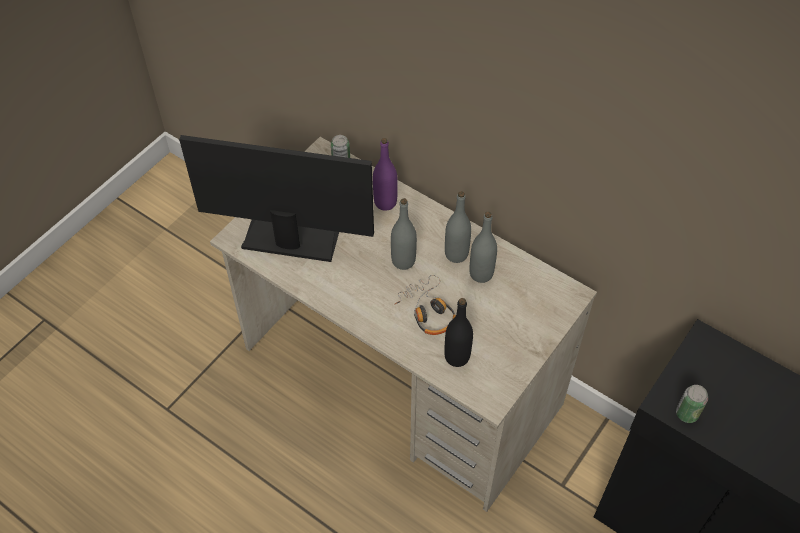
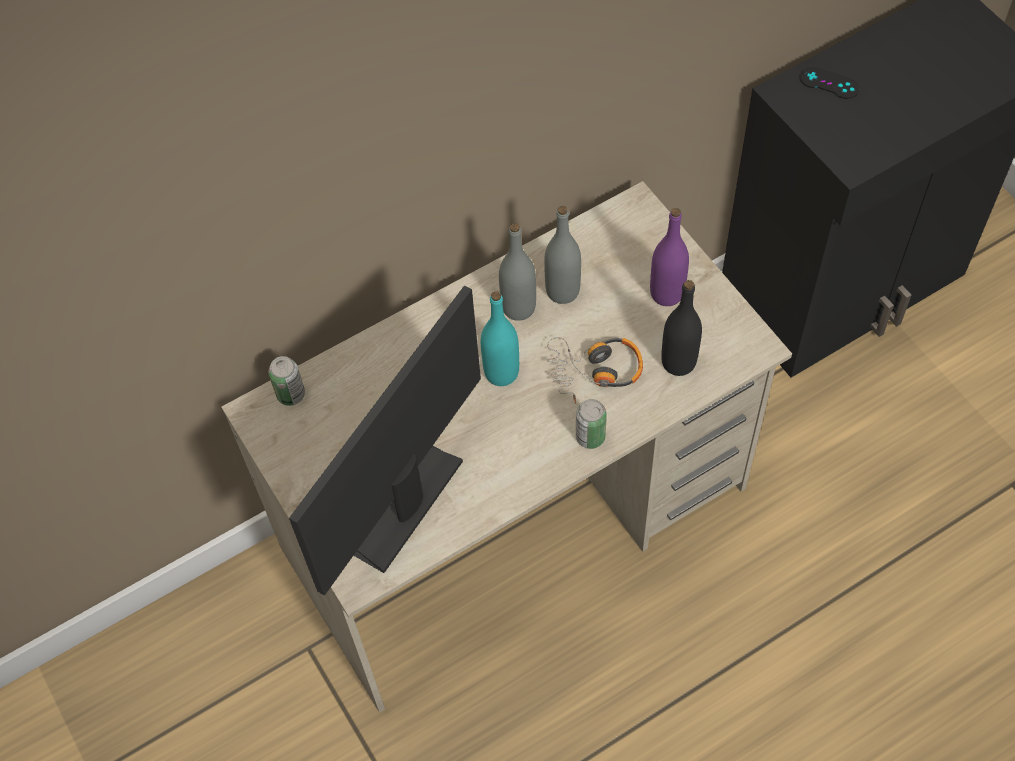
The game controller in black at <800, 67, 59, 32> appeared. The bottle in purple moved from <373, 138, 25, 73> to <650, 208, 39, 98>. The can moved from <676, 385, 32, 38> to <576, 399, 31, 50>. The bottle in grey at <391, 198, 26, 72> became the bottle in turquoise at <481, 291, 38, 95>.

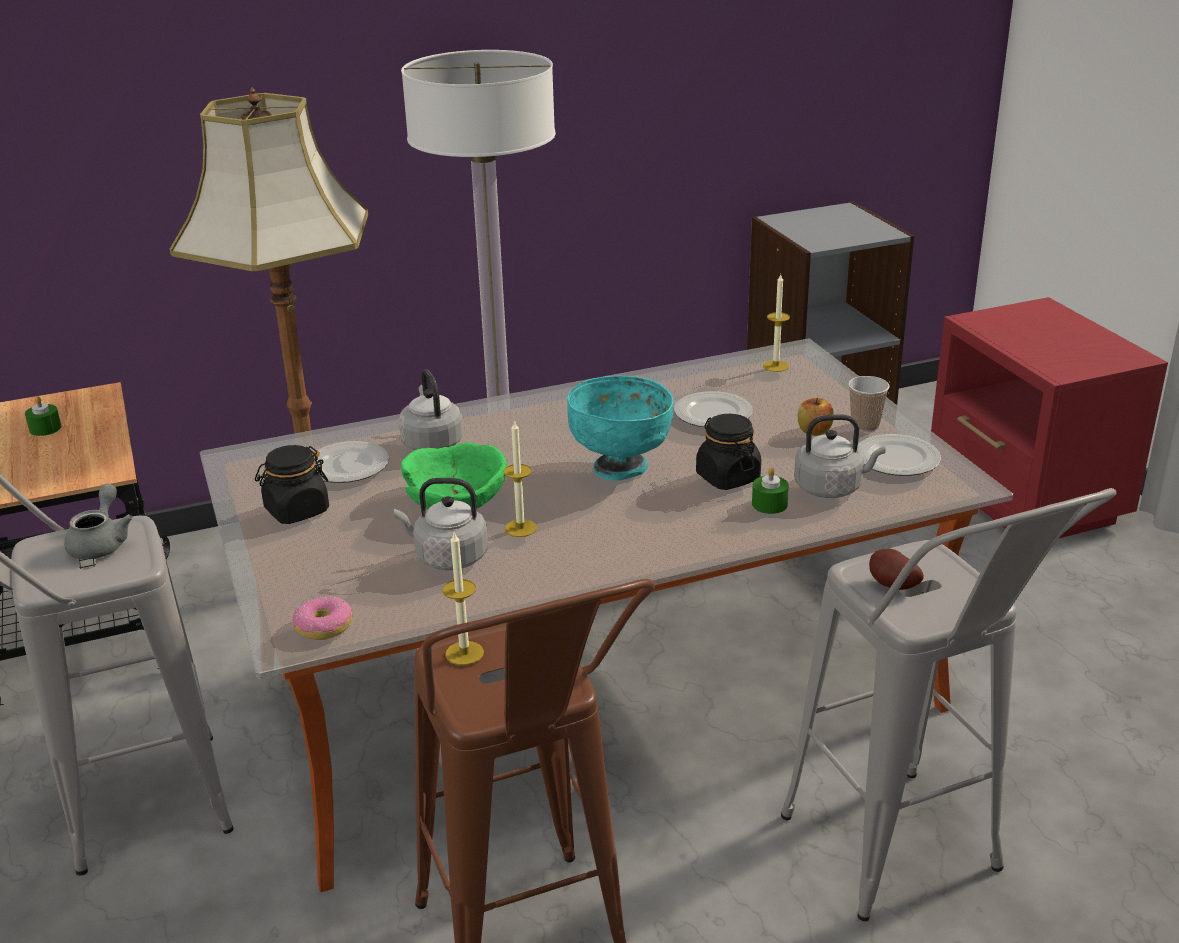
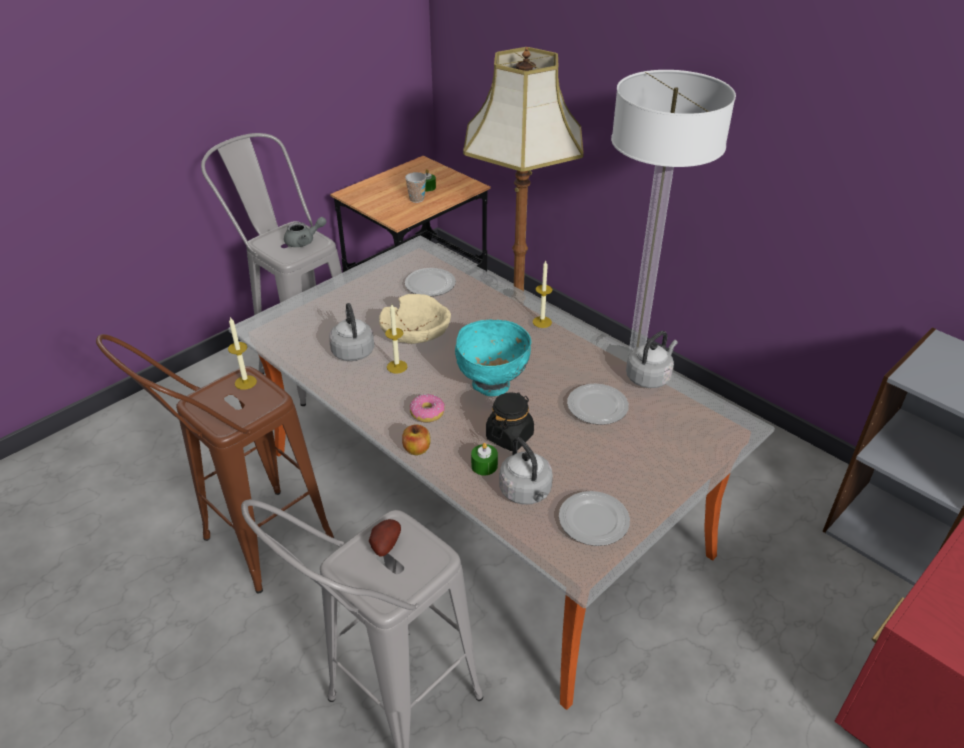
The jar in black at <255, 445, 74, 79> disappeared. The donut moved from <292, 596, 60, 44> to <410, 394, 35, 28>. The kettle in grey moved from <399, 370, 64, 80> to <626, 331, 52, 57>. The candle moved from <763, 274, 27, 98> to <533, 261, 19, 67>. The apple moved from <798, 397, 36, 39> to <402, 424, 29, 31>. The cup moved from <848, 376, 42, 56> to <405, 172, 21, 31>. The bowl in green at <401, 442, 106, 68> became the bowl in beige at <379, 294, 72, 50>.

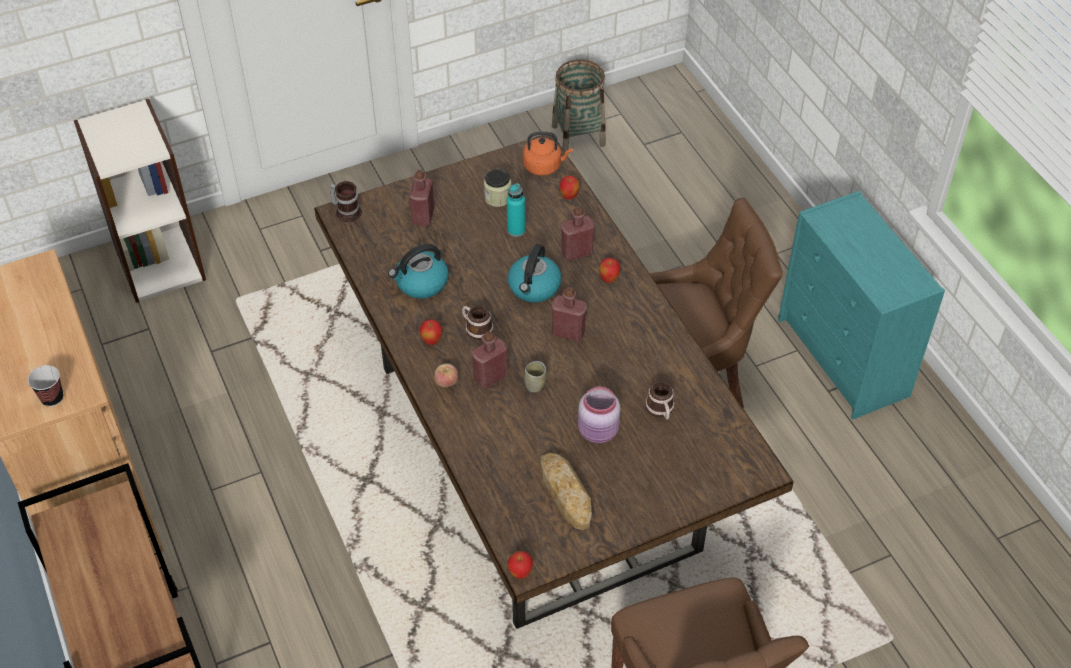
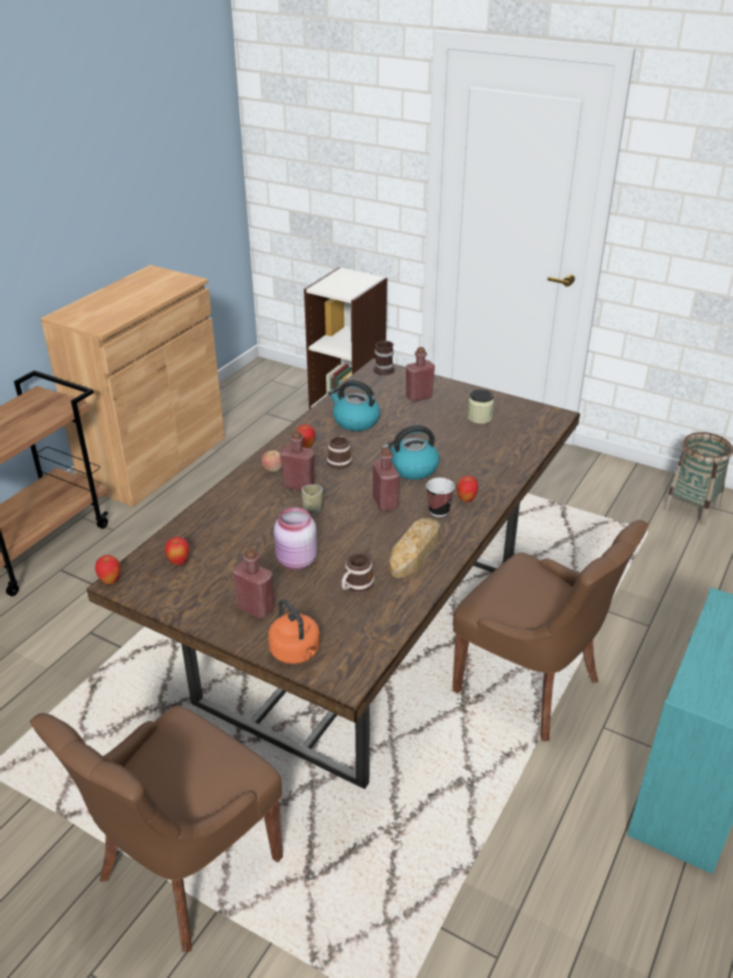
The bottle in turquoise at <507, 183, 19, 54> disappeared. The cup moved from <28, 365, 35, 42> to <426, 478, 29, 39>. The kettle in orange moved from <523, 132, 50, 44> to <268, 599, 52, 65>. The bread moved from <541, 453, 51, 77> to <389, 518, 52, 60>. The apple moved from <559, 176, 21, 23> to <165, 537, 24, 28>. The bottle in red moved from <561, 206, 34, 55> to <233, 548, 41, 71>.

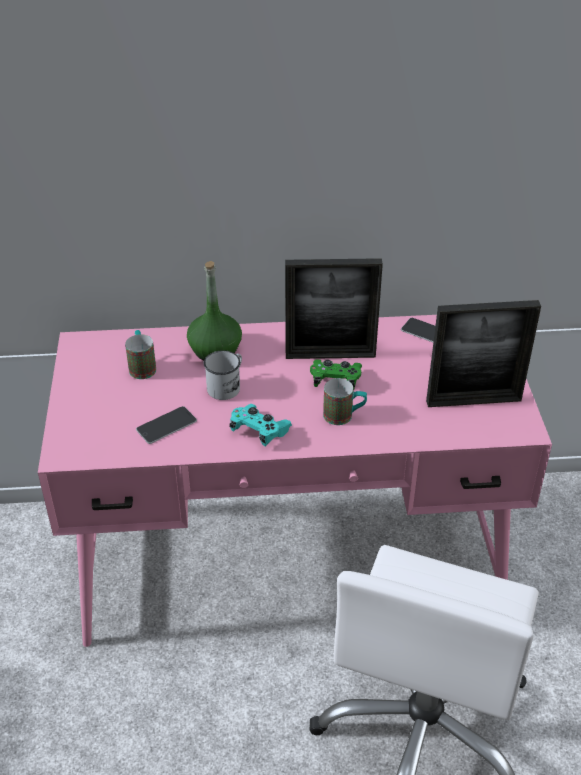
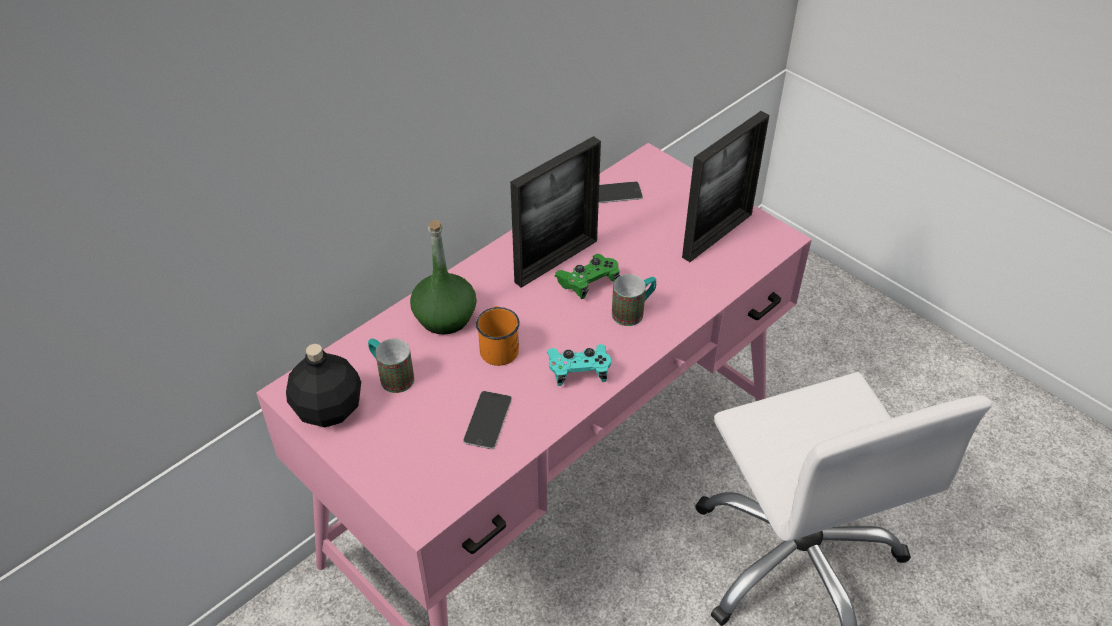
The bottle in black at <286, 344, 75, 83> appeared. The mug in white at <204, 350, 38, 50> became the mug in orange at <476, 306, 44, 60>.

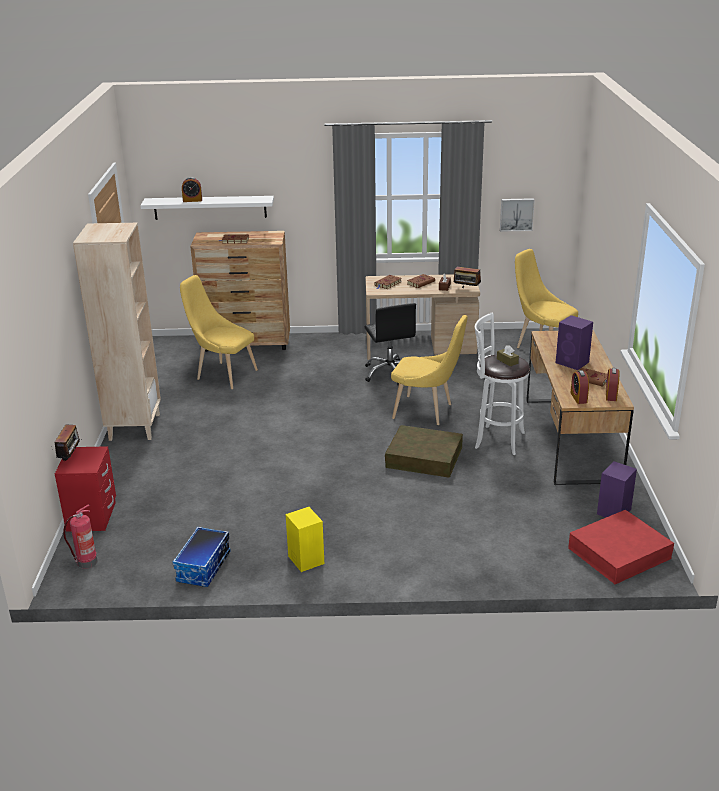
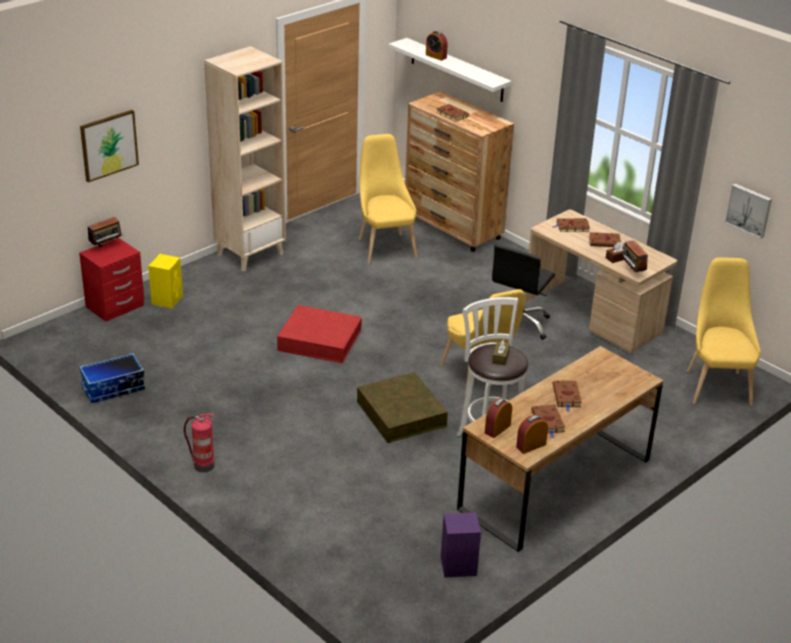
The picture at <80, 110, 59, 73> appeared. The fire extinguisher moved from <63, 505, 34, 64> to <184, 414, 30, 58>. The speaker in yellow moved from <286, 507, 38, 65> to <148, 254, 35, 54>. The storage box in red moved from <568, 510, 106, 74> to <277, 305, 85, 58>. The speaker in purple at <556, 315, 37, 55> was replaced by the book in brown at <553, 380, 29, 32>.

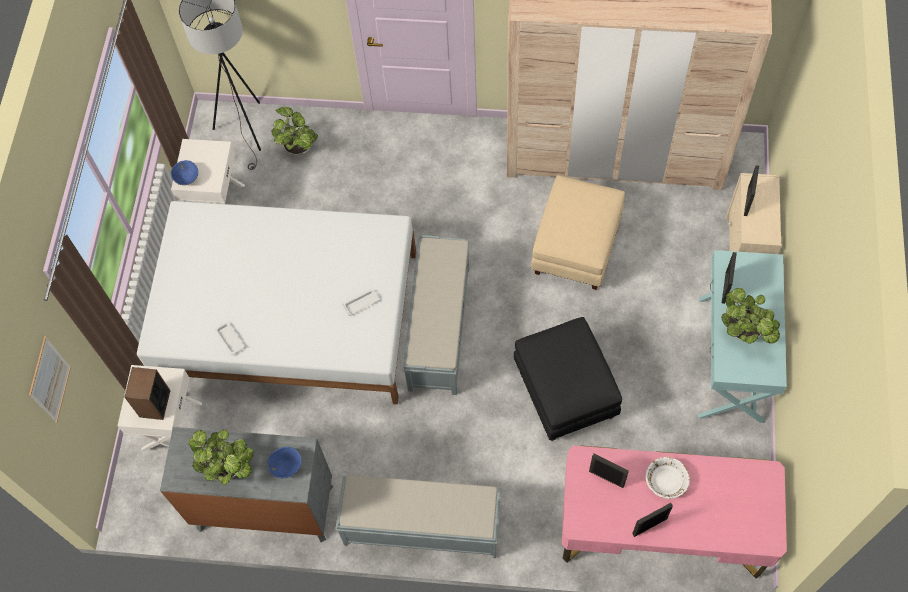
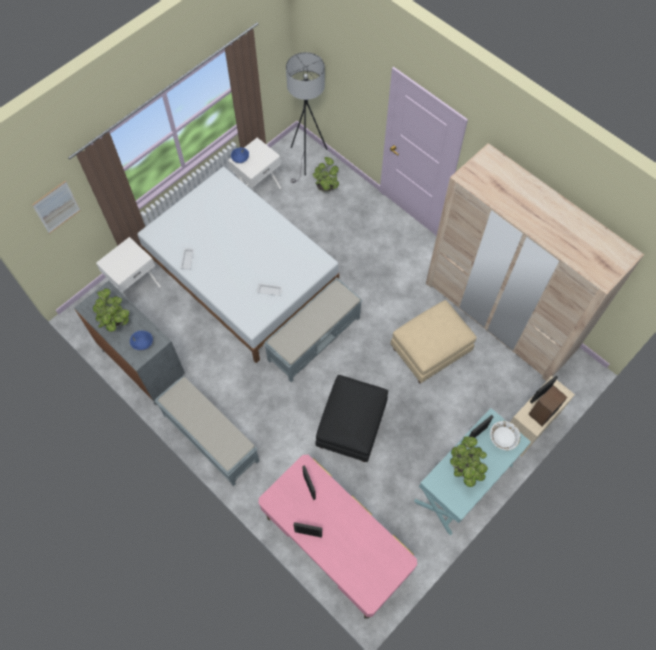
The speaker moved from <124, 367, 46, 53> to <528, 385, 39, 41>. The bowl in white moved from <645, 457, 45, 42> to <490, 421, 30, 30>.

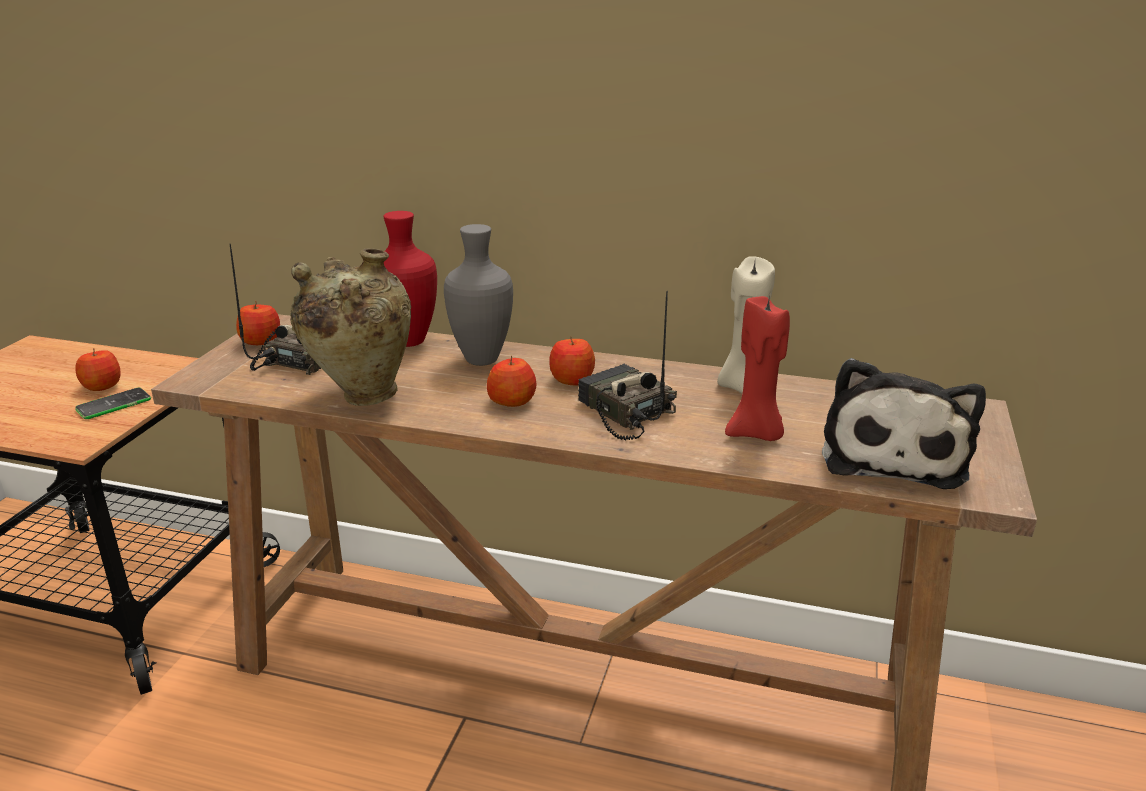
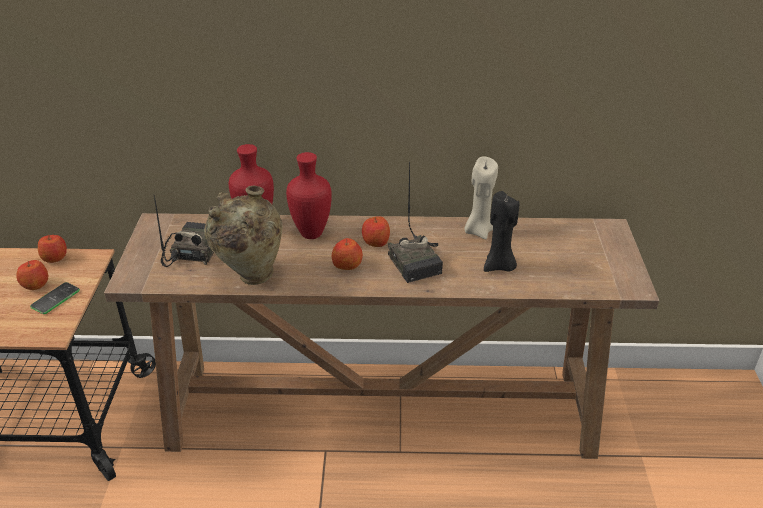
The plush toy at <822, 358, 164, 131> disappeared. The apple moved from <236, 301, 44, 44> to <38, 235, 29, 28>. The vase in grey at <444, 224, 69, 142> became the vase in red at <286, 152, 46, 87>. The candle in red at <725, 294, 65, 147> became the candle in black at <484, 191, 35, 81>. The radio at <578, 291, 99, 149> turned 150 degrees counterclockwise.

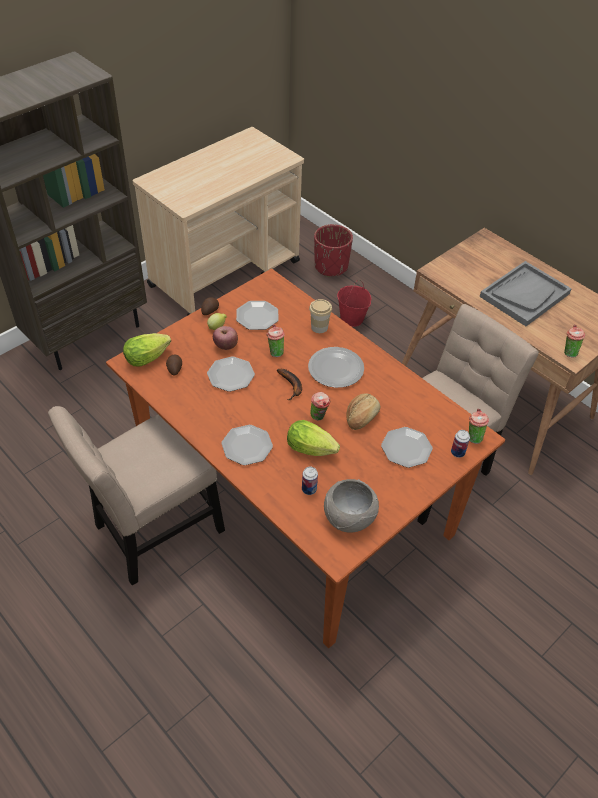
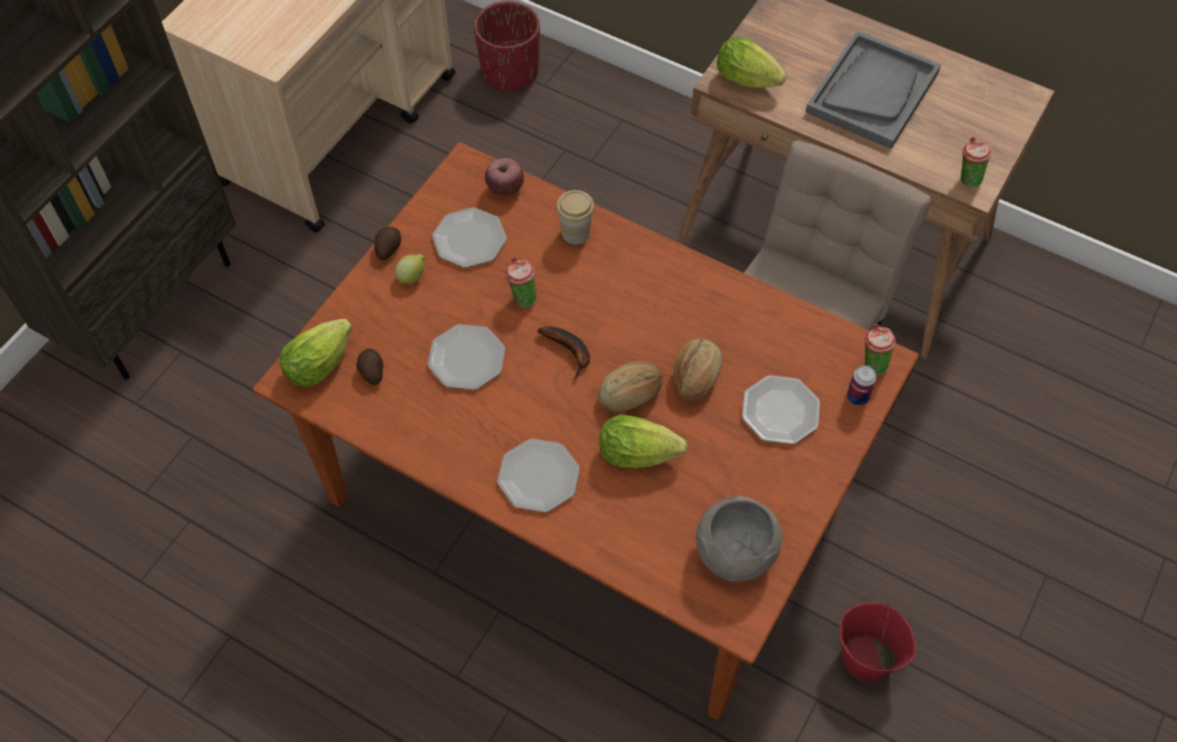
The chair in beige at <48, 406, 177, 179> disappeared. The can at <302, 466, 16, 29> disappeared. The plate at <308, 347, 56, 41> disappeared. The lettuce at <717, 37, 70, 51> appeared. The apple moved from <213, 326, 25, 24> to <485, 158, 39, 38>. The bucket in red moved from <337, 280, 34, 47> to <840, 602, 76, 80>. The cup at <310, 392, 20, 28> was replaced by the bread at <598, 361, 65, 52>.

